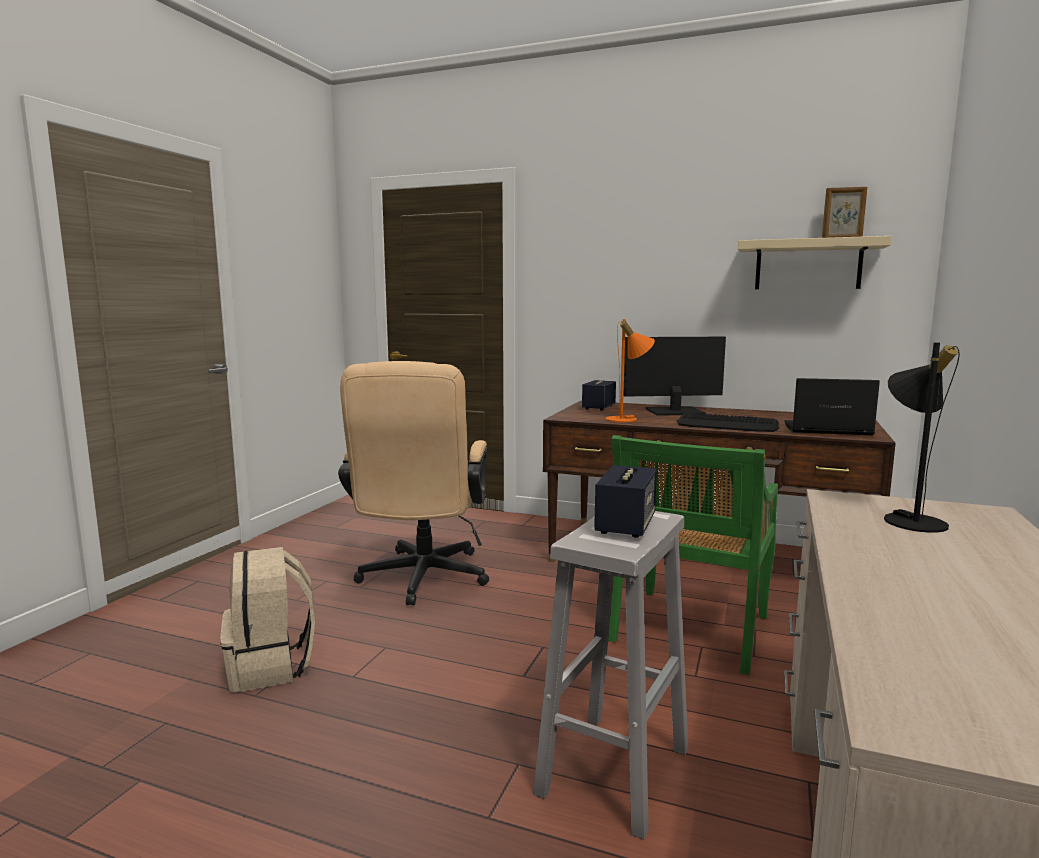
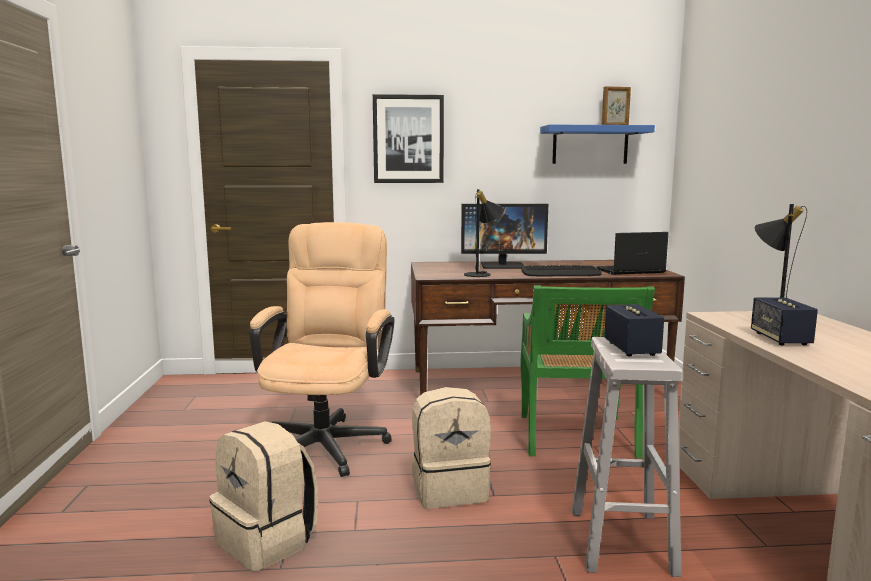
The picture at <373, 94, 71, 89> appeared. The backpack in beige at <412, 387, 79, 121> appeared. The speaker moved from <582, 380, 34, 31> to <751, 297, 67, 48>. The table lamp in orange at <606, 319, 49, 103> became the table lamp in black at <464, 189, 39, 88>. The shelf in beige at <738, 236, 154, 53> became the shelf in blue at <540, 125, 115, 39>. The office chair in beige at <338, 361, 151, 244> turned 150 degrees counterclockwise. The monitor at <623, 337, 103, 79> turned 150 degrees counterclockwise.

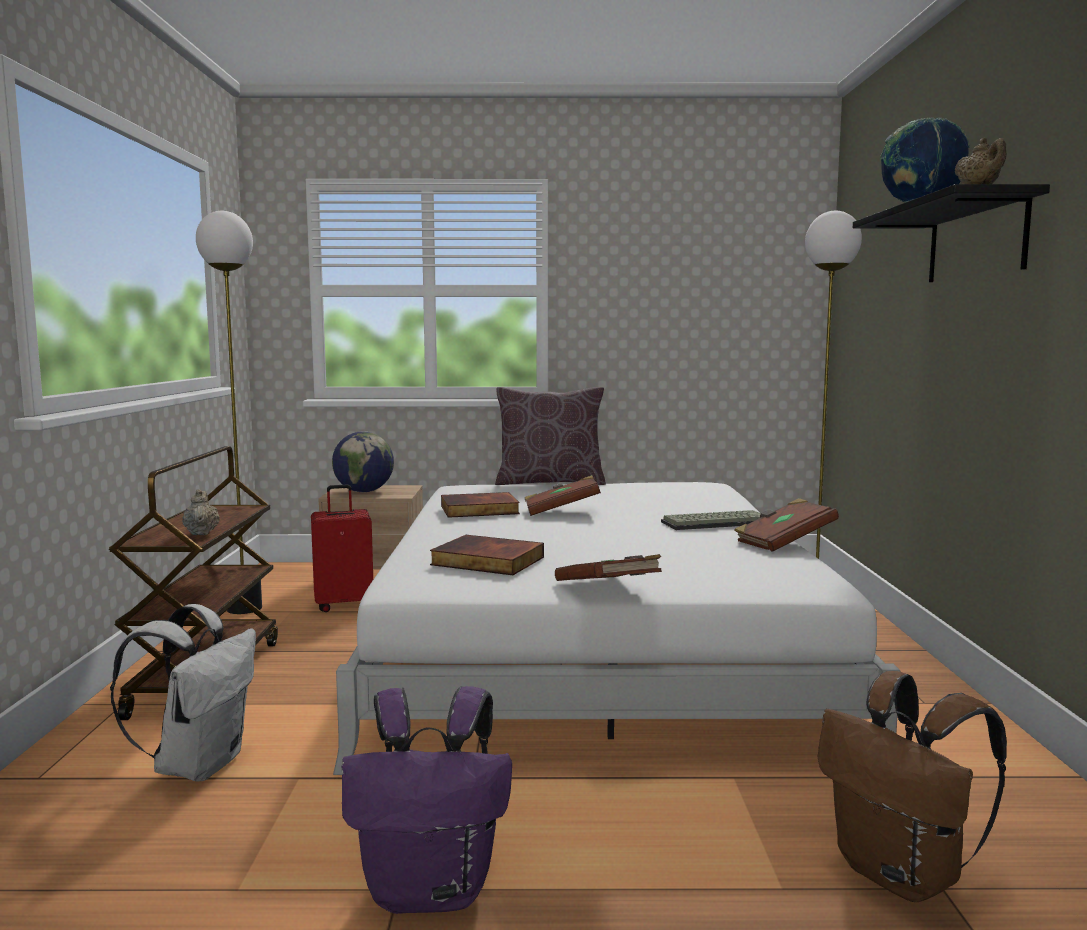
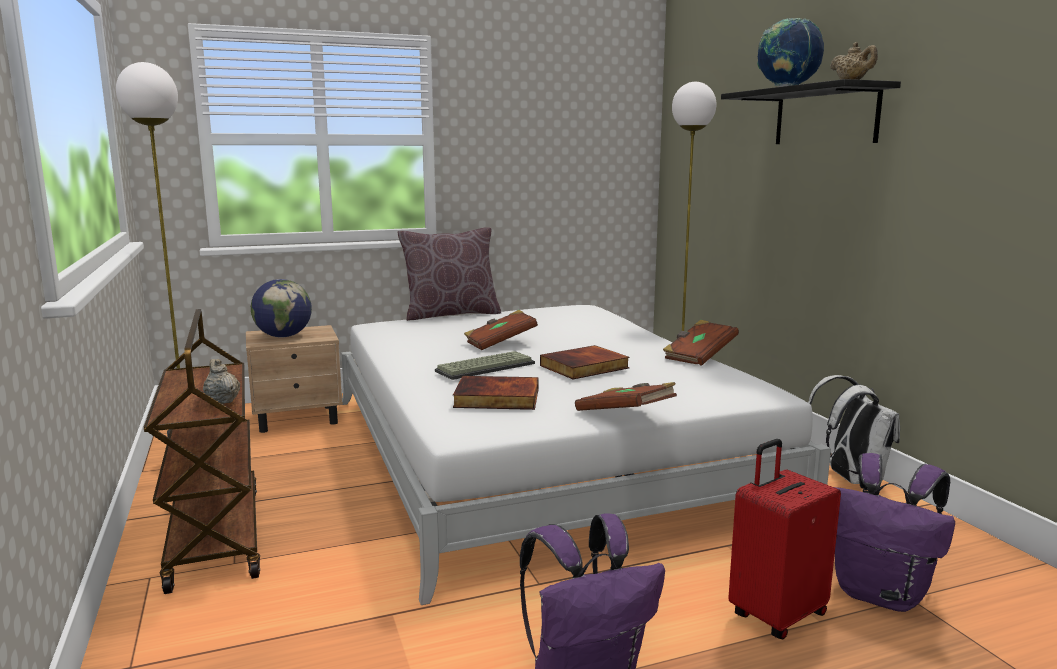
The backpack in white moved from <110, 604, 146, 178> to <808, 375, 92, 109>. The suitcase in red moved from <311, 485, 62, 127> to <728, 439, 113, 200>. The book moved from <441, 492, 79, 26> to <540, 345, 90, 34>. The keyboard moved from <661, 510, 100, 20> to <435, 351, 100, 29>. The backpack in brown at <818, 671, 189, 231> became the backpack in purple at <834, 453, 121, 159>.

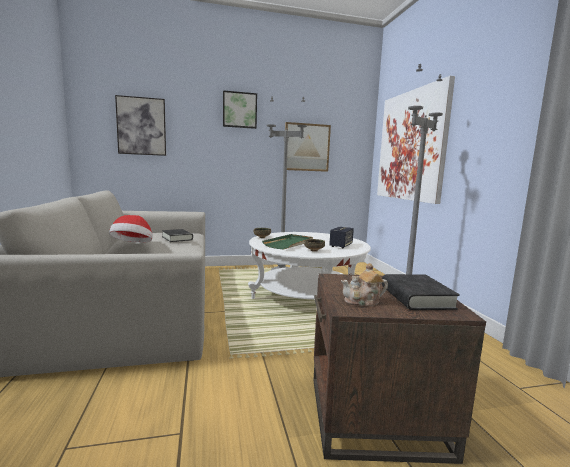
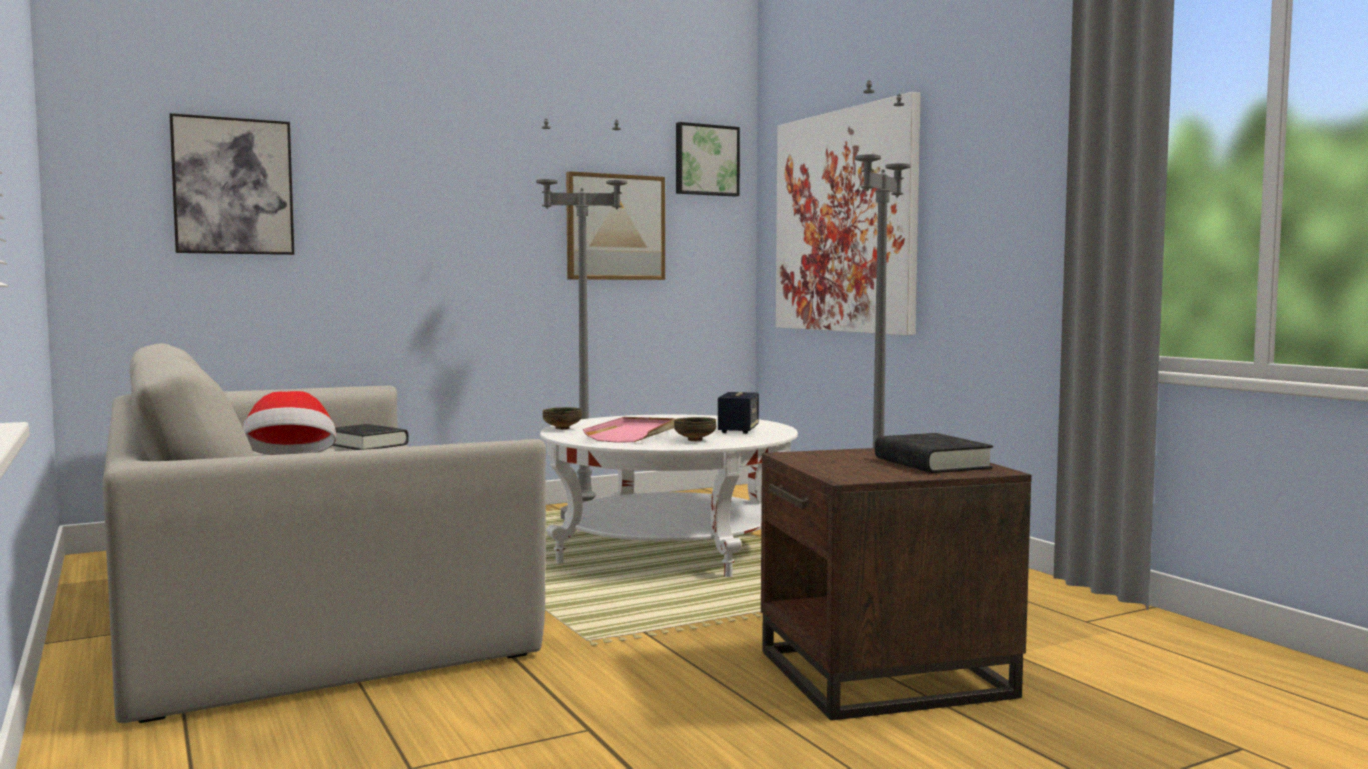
The teapot at <341, 263, 47, 43> disappeared. The picture moved from <223, 90, 34, 39> to <676, 122, 64, 74>. The tray in green at <262, 234, 51, 16> became the tray in pink at <583, 417, 92, 26>.

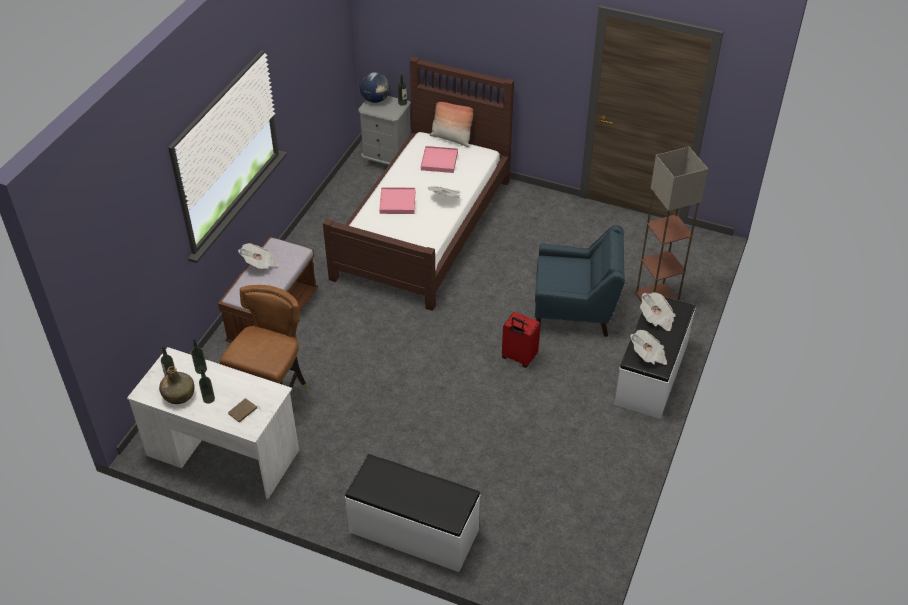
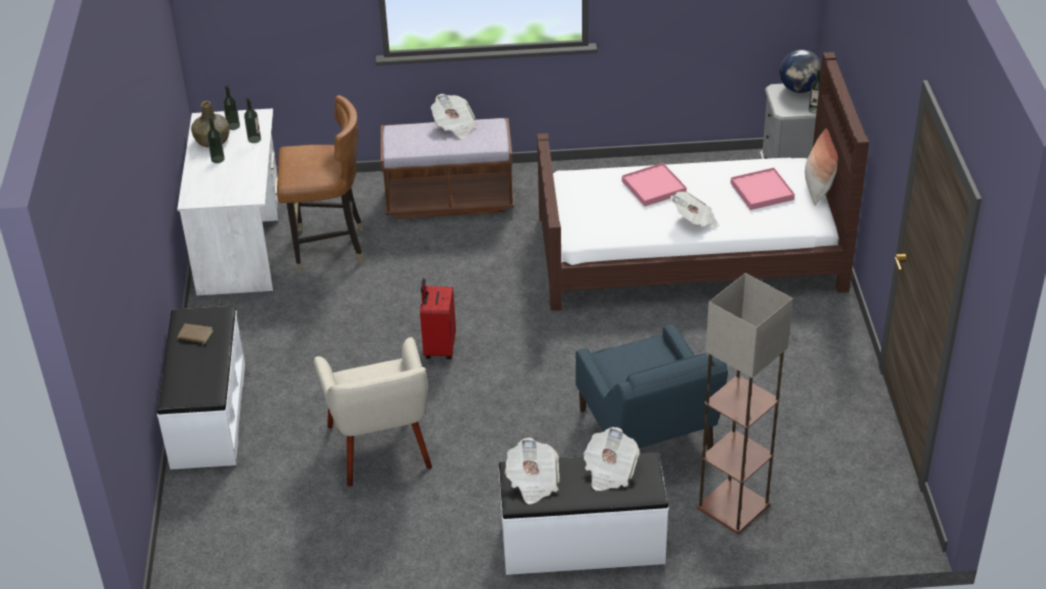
The armchair in beige at <314, 337, 118, 150> appeared. The book in brown moved from <228, 398, 33, 24> to <177, 324, 36, 21>. The suitcase in red moved from <502, 312, 38, 55> to <420, 279, 36, 80>.

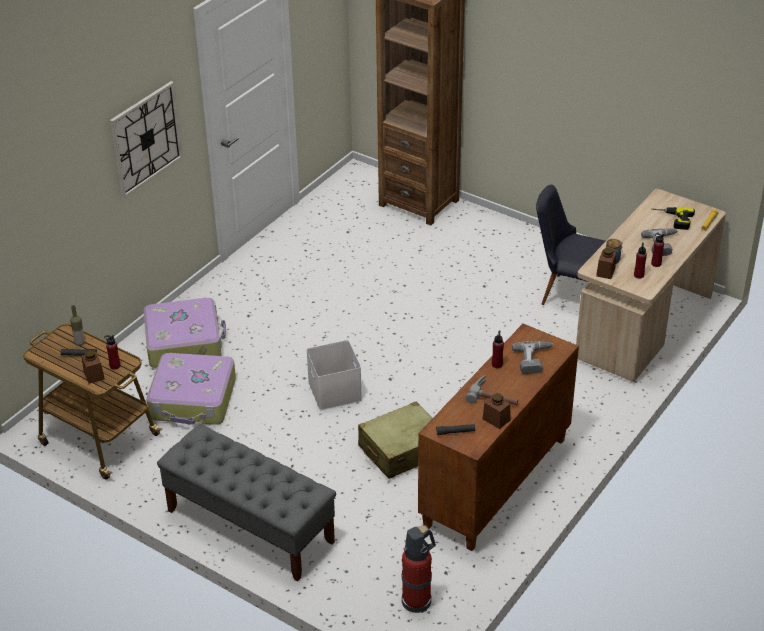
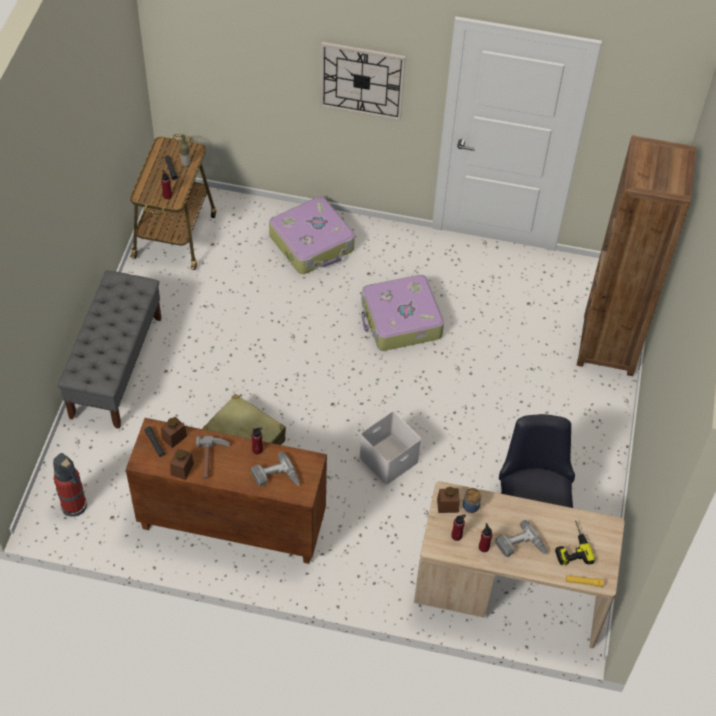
The jar in brown moved from <81, 350, 24, 34> to <161, 417, 26, 31>. The suitcase moved from <146, 353, 90, 72> to <361, 275, 83, 76>. The storage box in white moved from <306, 340, 56, 70> to <359, 411, 62, 74>.

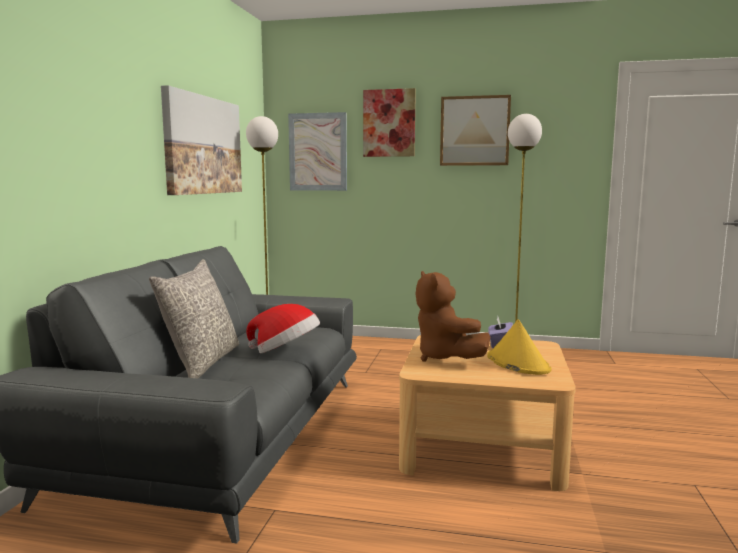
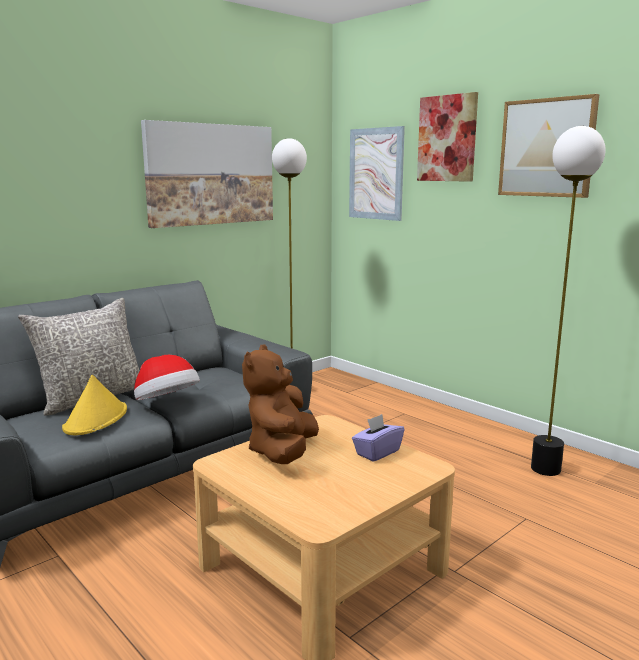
The hat in yellow moved from <487, 319, 65, 56> to <62, 375, 65, 60>.

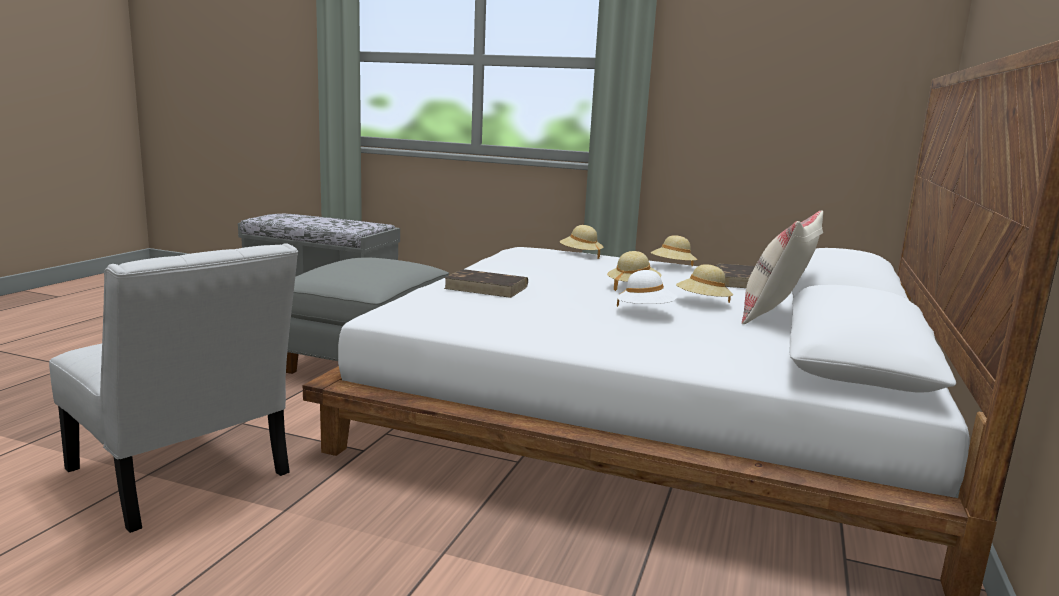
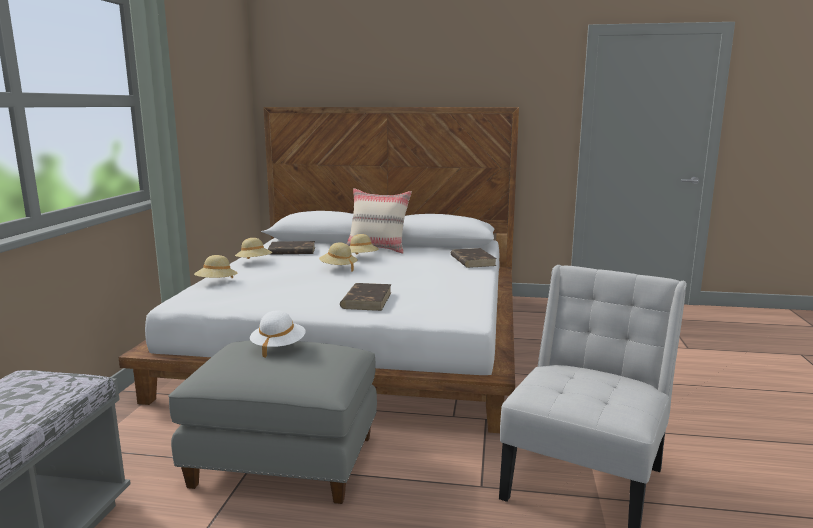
The book in brown at <451, 248, 46, 20> appeared. The hat in white moved from <617, 270, 60, 37> to <250, 311, 56, 47>.

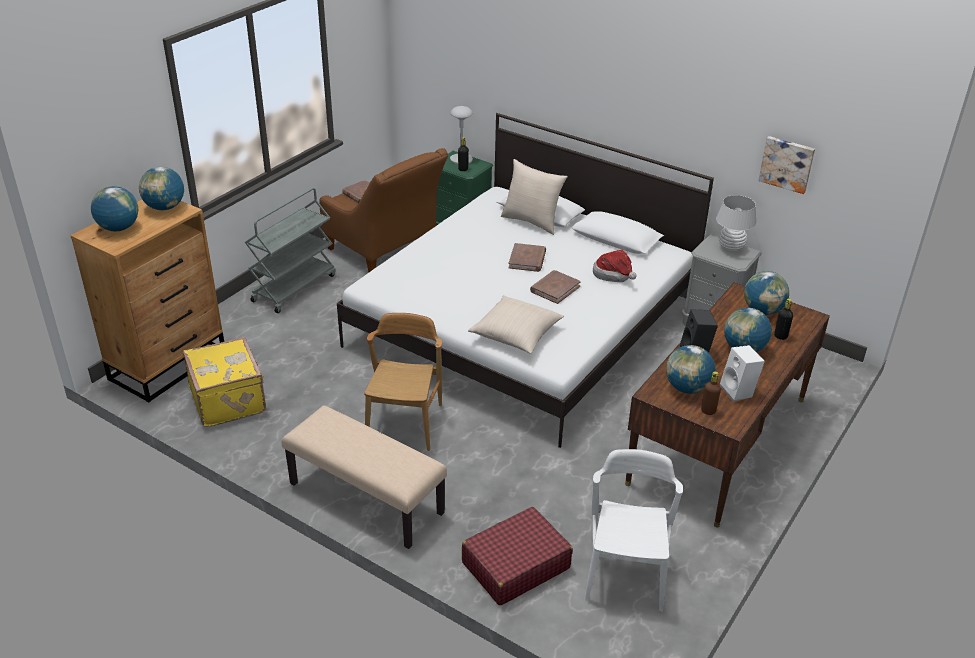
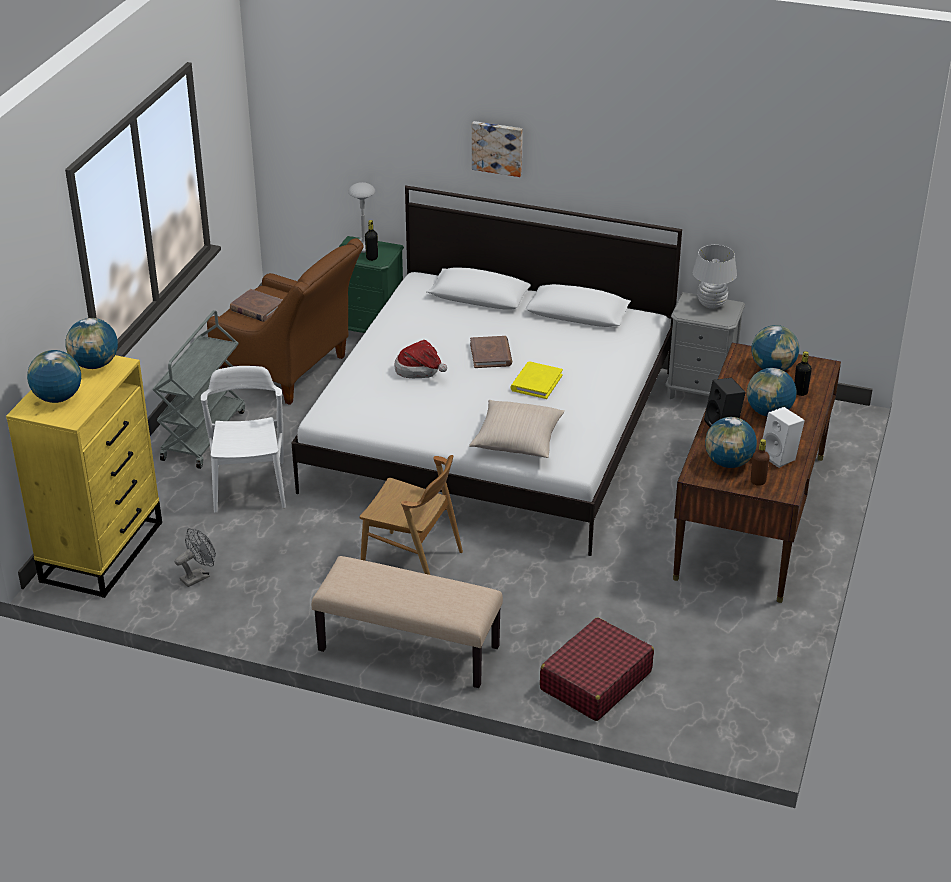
The pillow in beige at <501, 159, 67, 76> disappeared. The chair in white moved from <585, 449, 98, 163> to <201, 366, 85, 147>. The hat moved from <593, 250, 44, 32> to <395, 340, 52, 38>. The picture moved from <758, 136, 57, 58> to <472, 121, 51, 56>. The suitcase in yellow at <183, 337, 83, 90> was replaced by the fan in grey at <175, 528, 41, 59>. The dresser in brown at <70, 200, 154, 202> became the dresser in yellow at <6, 353, 156, 245>. The book in brown at <530, 270, 51, 34> became the book in yellow at <510, 362, 53, 37>. The chair in brown at <364, 313, 78, 138> turned 120 degrees clockwise.

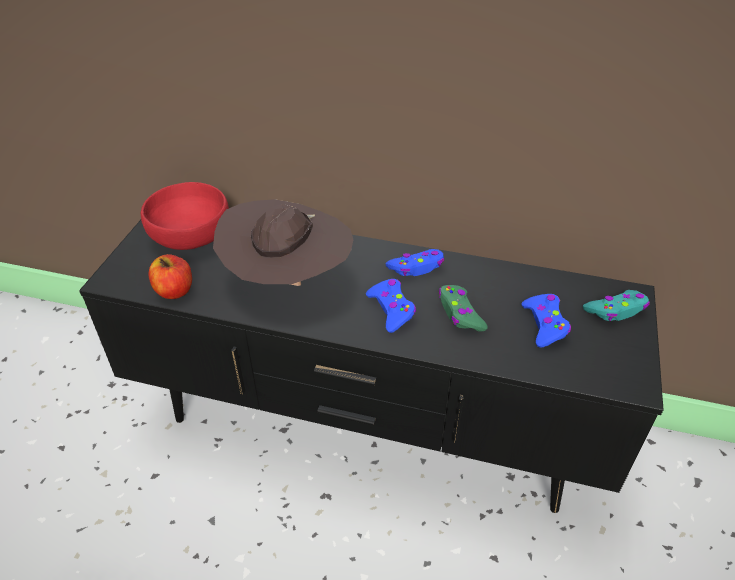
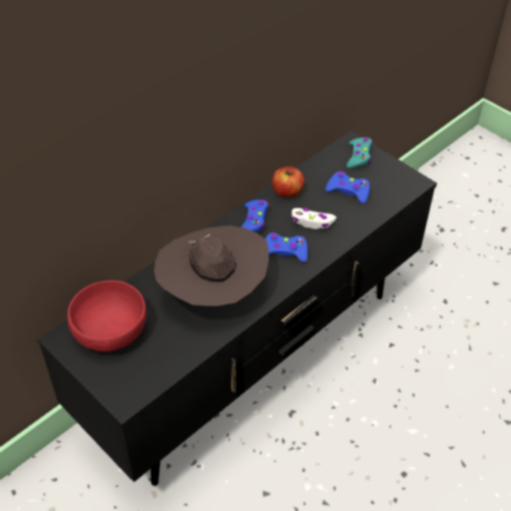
The apple moved from <148, 254, 44, 45> to <272, 166, 32, 32>. The game controller in green at <439, 285, 49, 47> became the game controller in white at <292, 208, 44, 21>.

